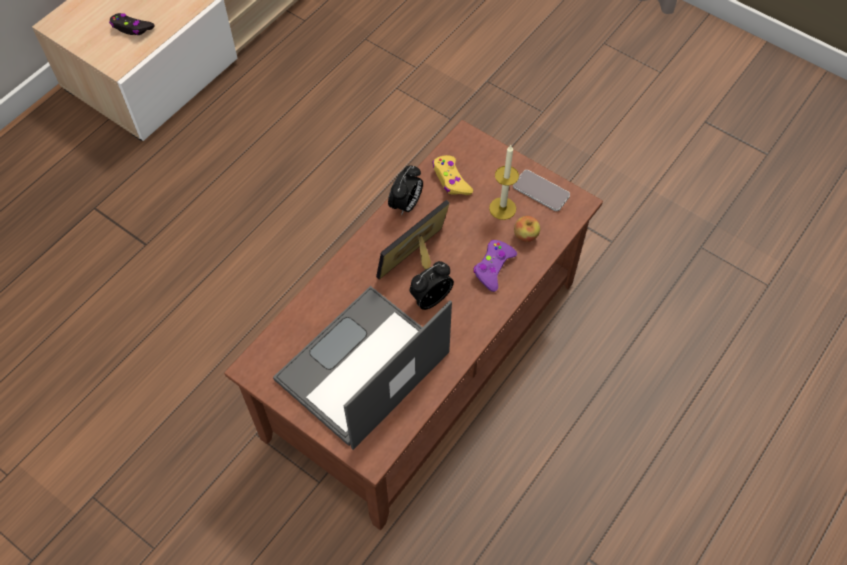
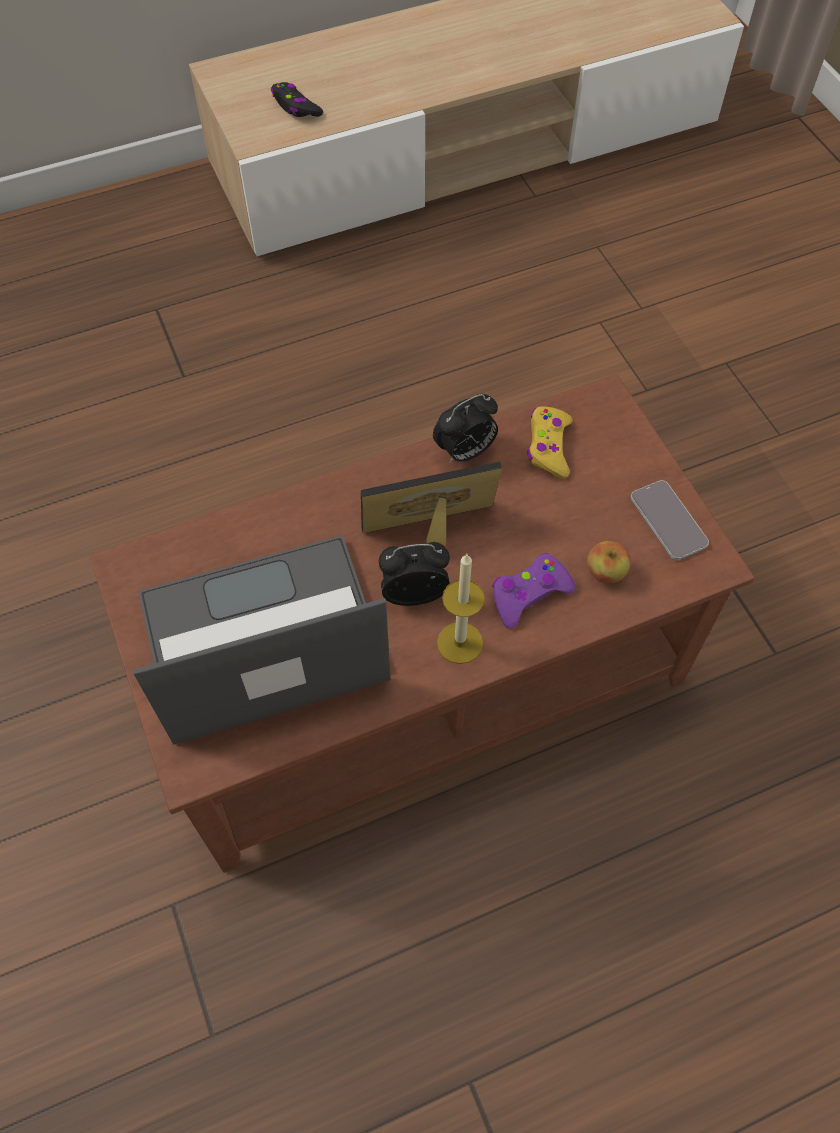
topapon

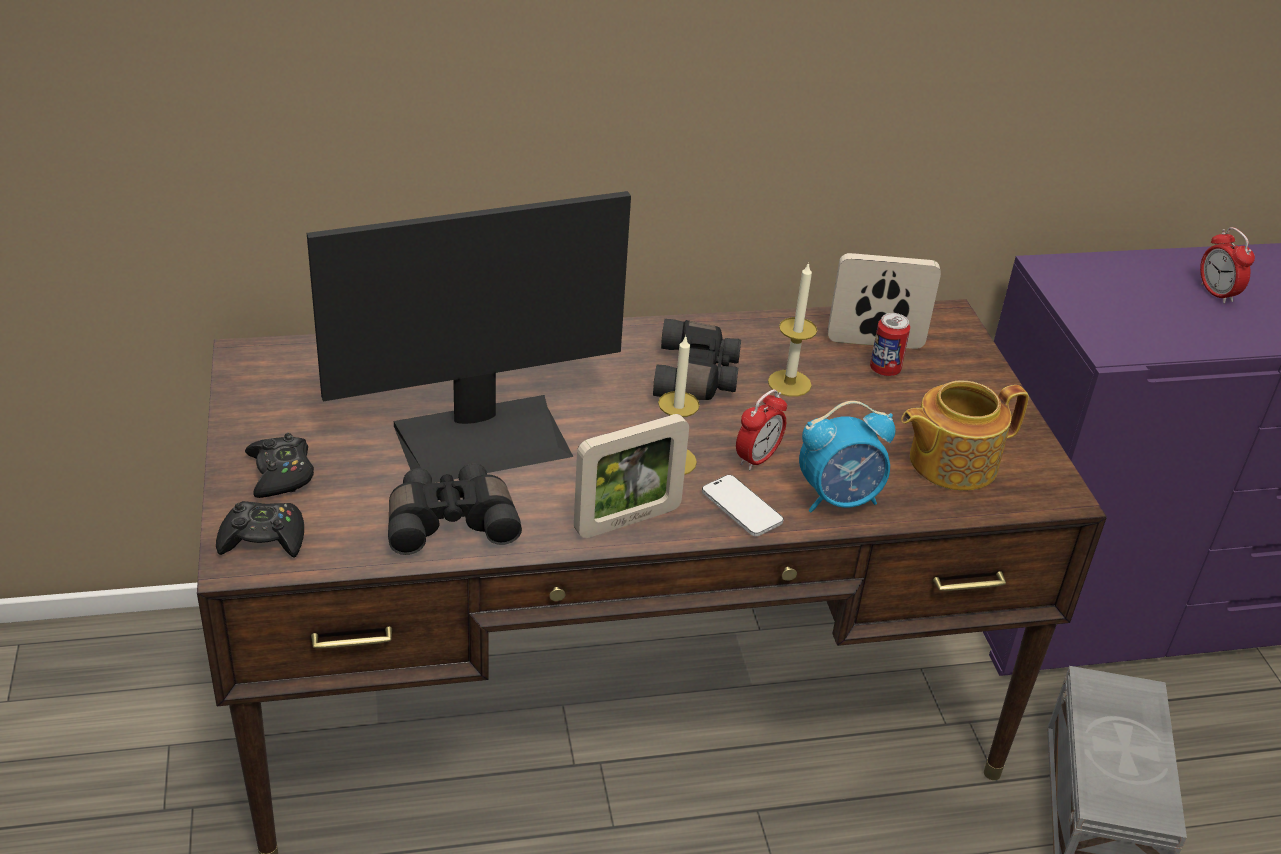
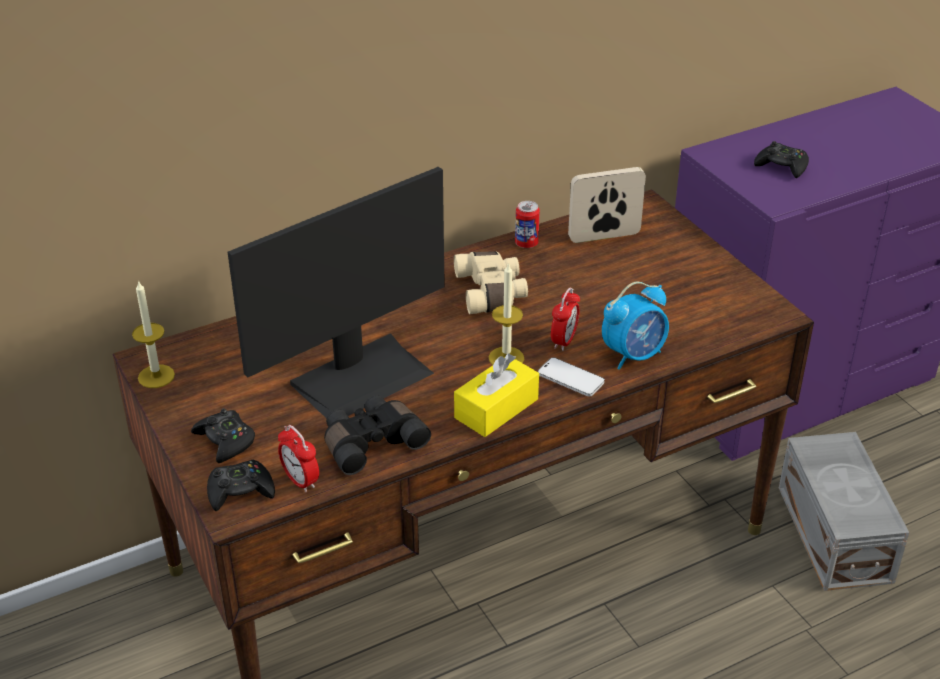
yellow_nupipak
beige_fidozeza
topapon (no. 1 from left)
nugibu
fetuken
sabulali (no. 1 from left)
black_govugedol (no. 3 from left)

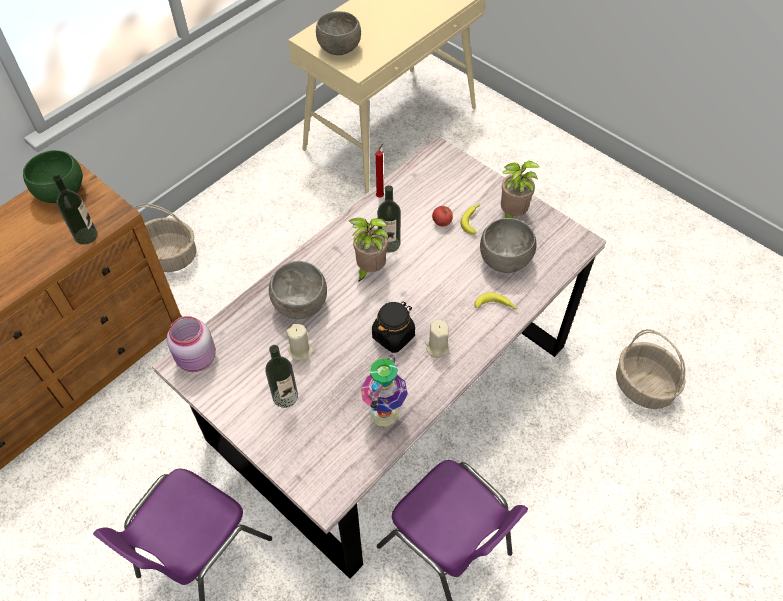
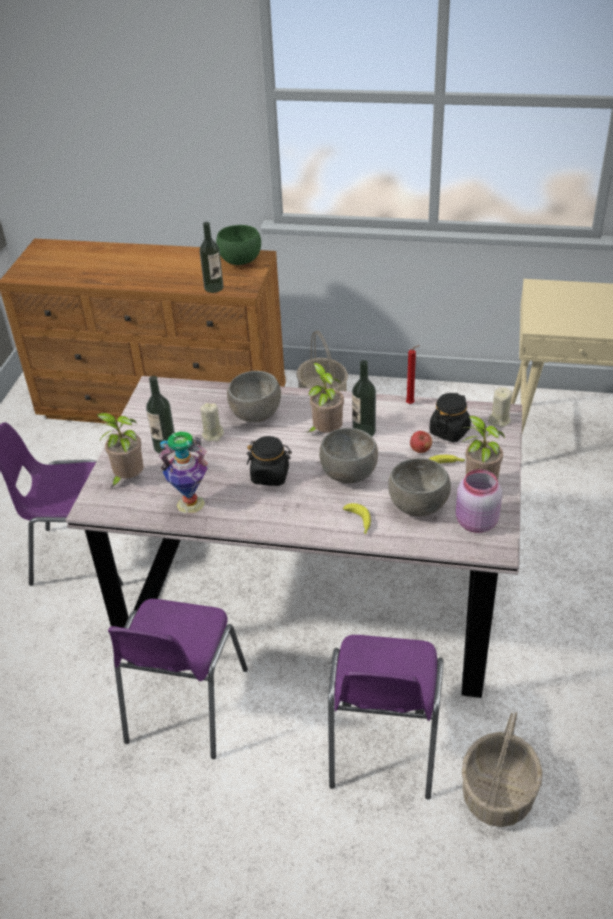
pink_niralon
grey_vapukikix (no. 2 from left)
beige_topapon (no. 2 from left)
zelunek (no. 1 from left)
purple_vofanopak (no. 3 from left)
black_niralon (no. 2 from left)

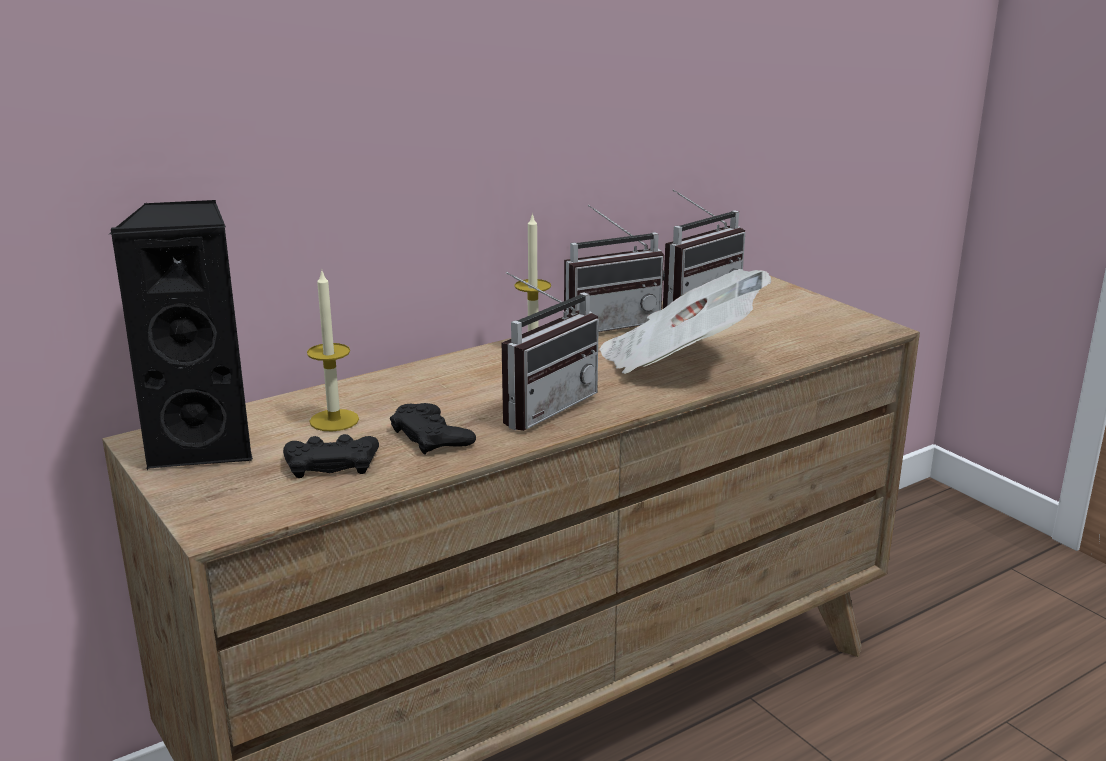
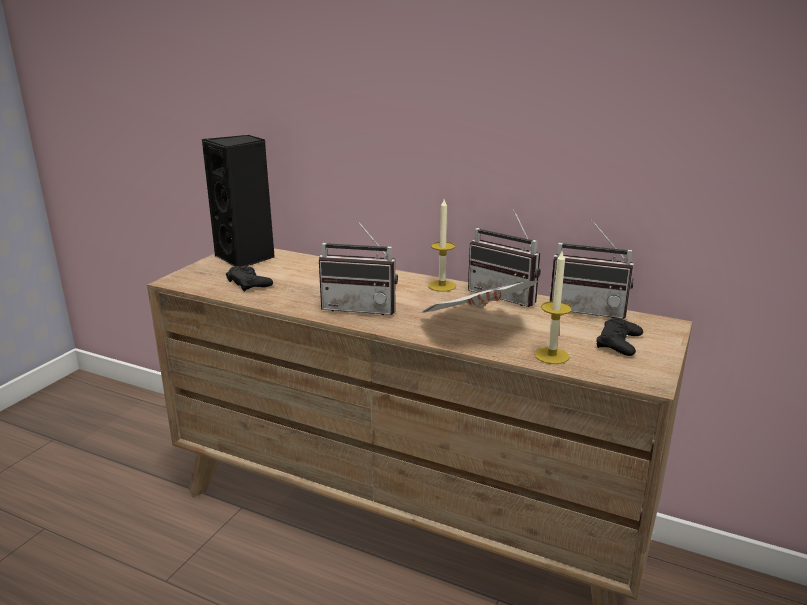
topapon (no. 2 from left)
black_govugedol (no. 2 from left)

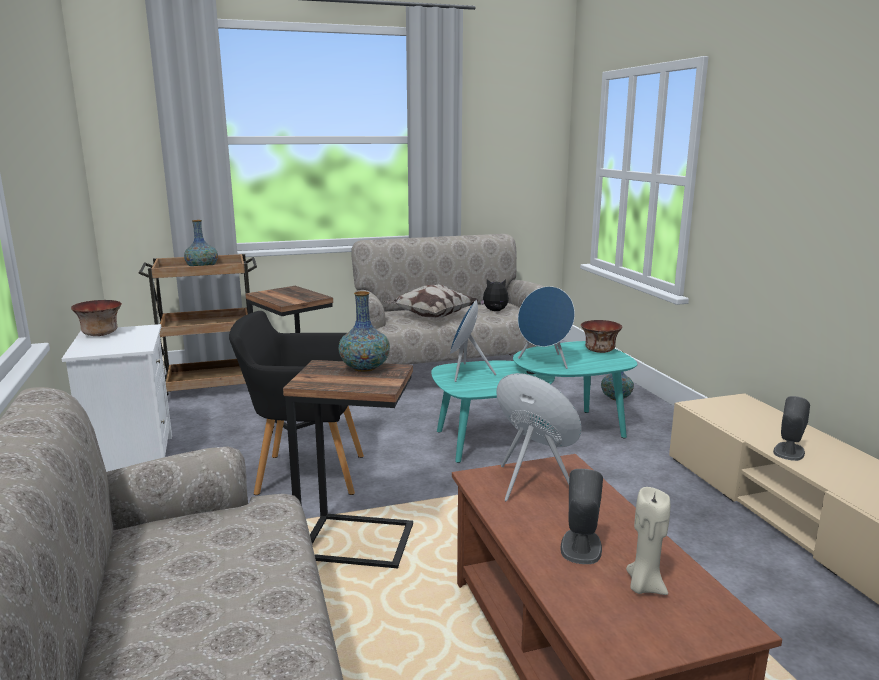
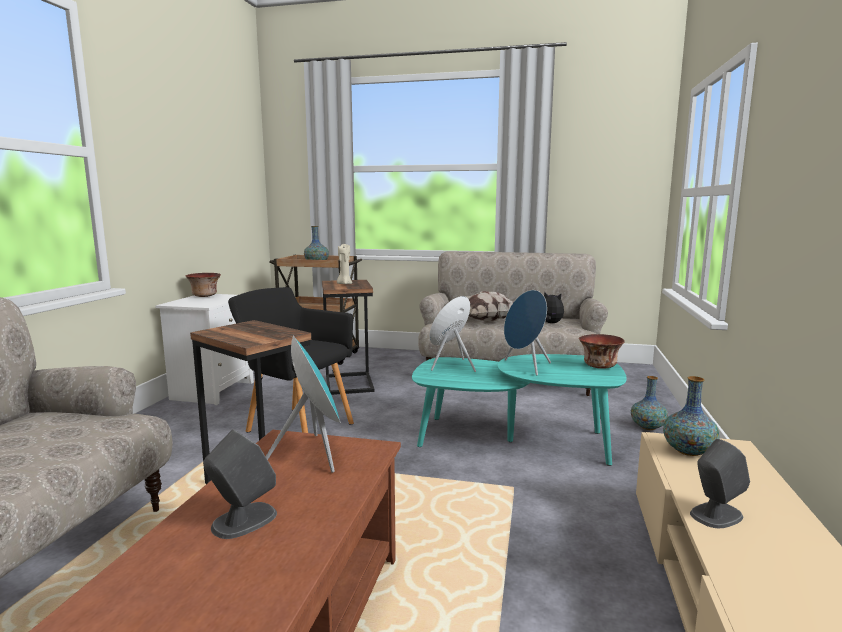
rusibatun (no. 3 from left)
beige_topapon

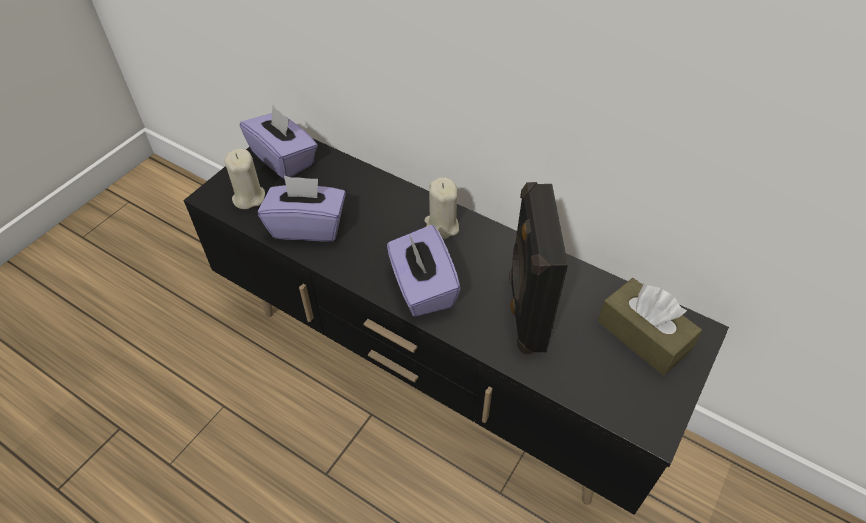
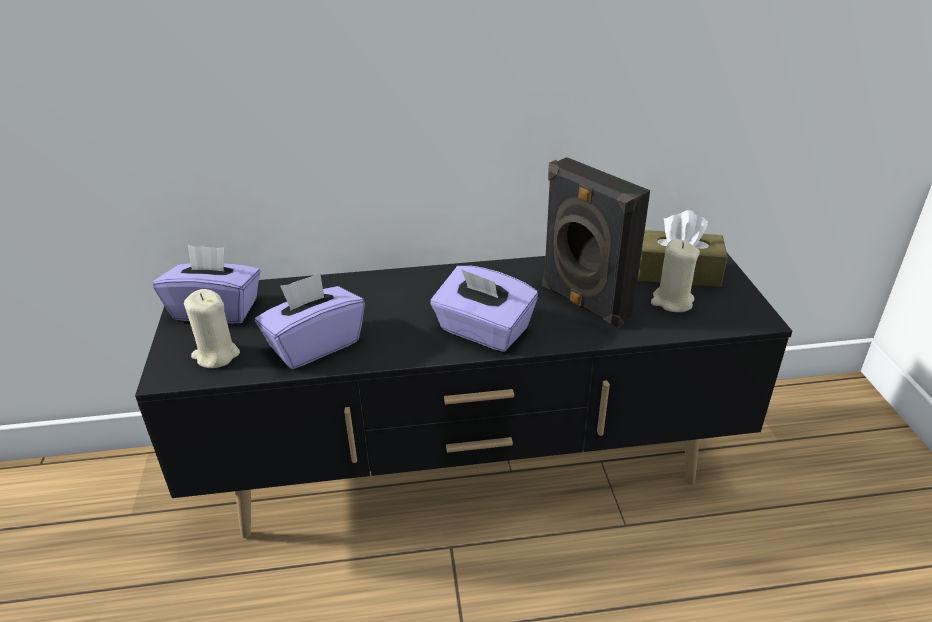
beige_topapon (no. 2 from left)

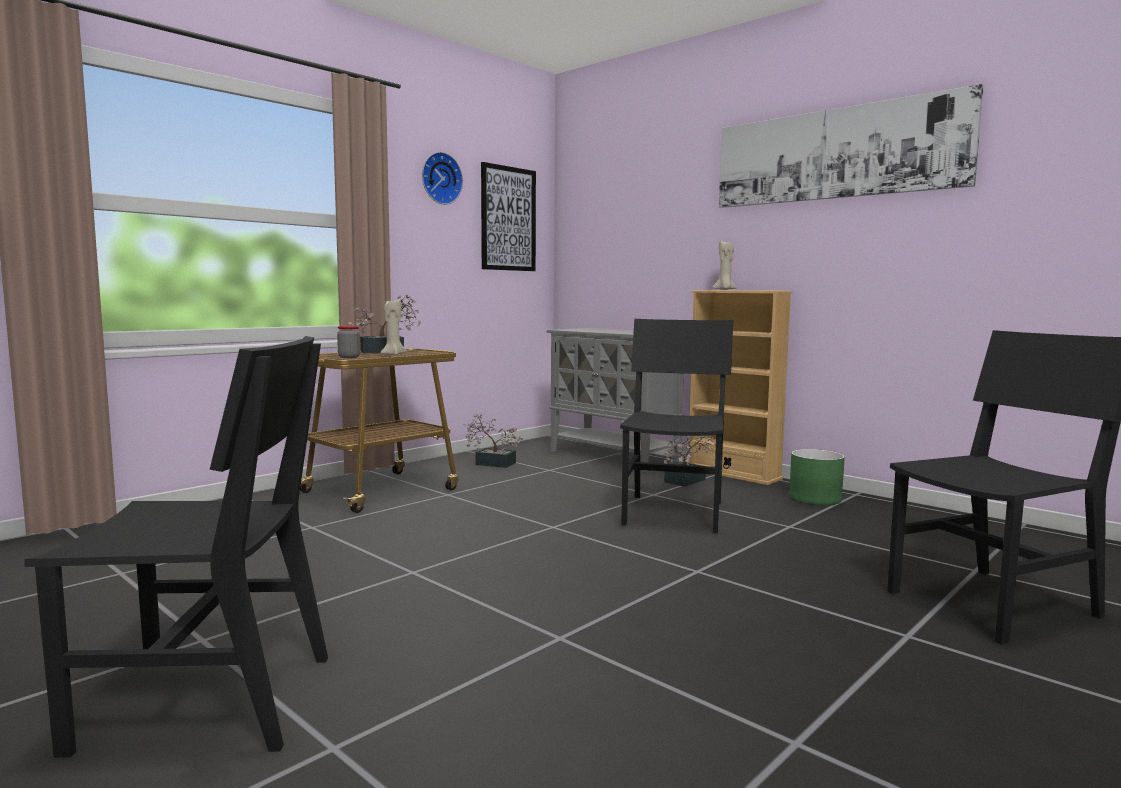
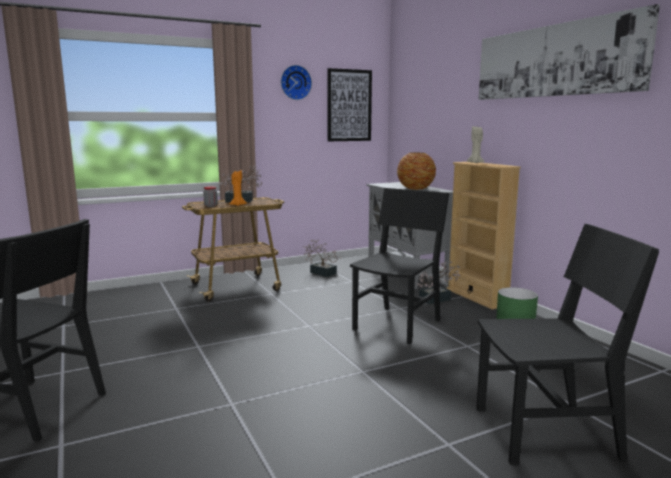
orange_topapon
rusibatun

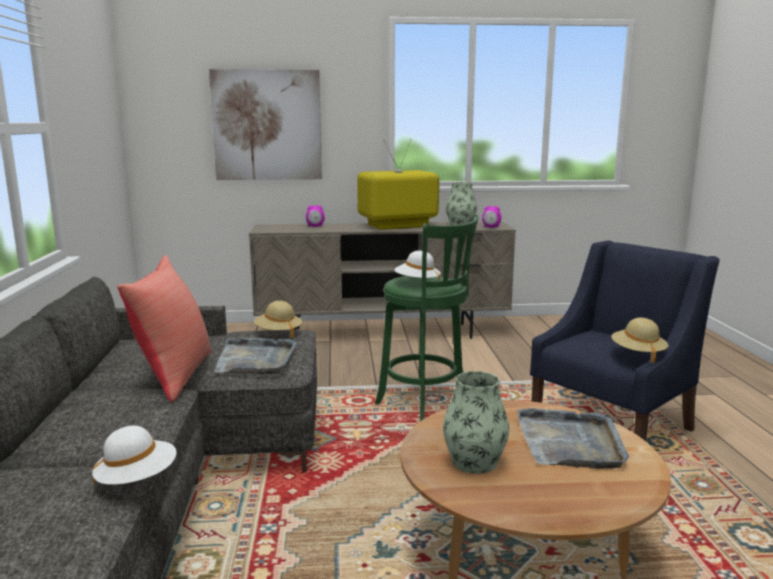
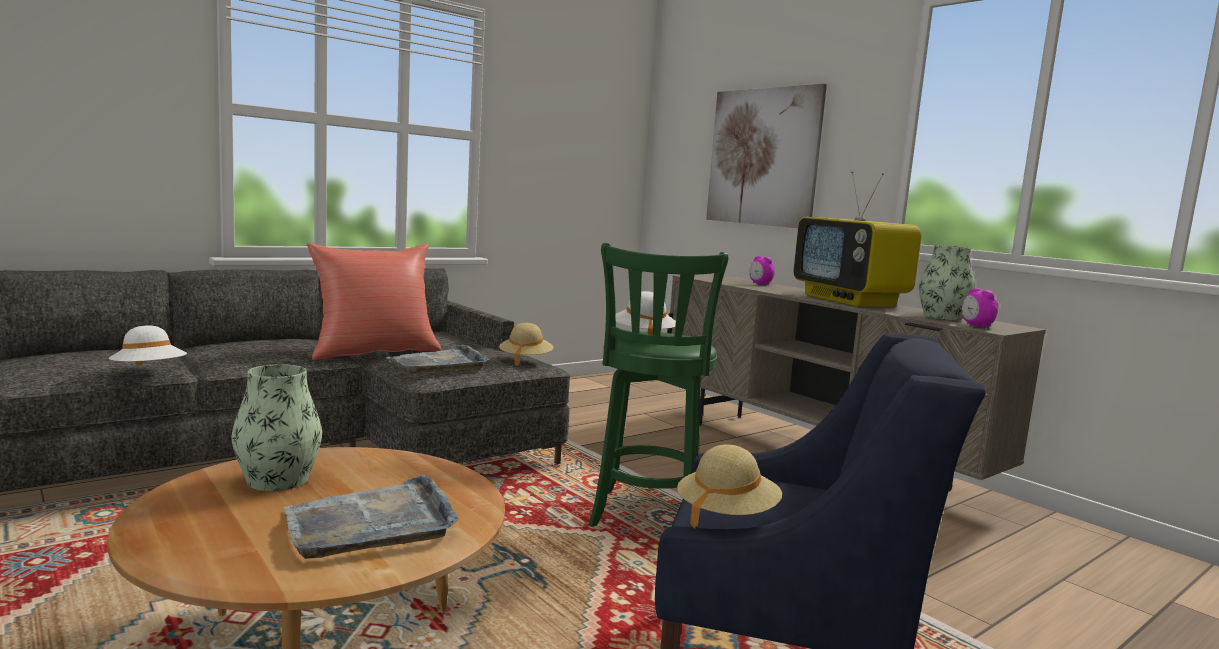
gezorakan

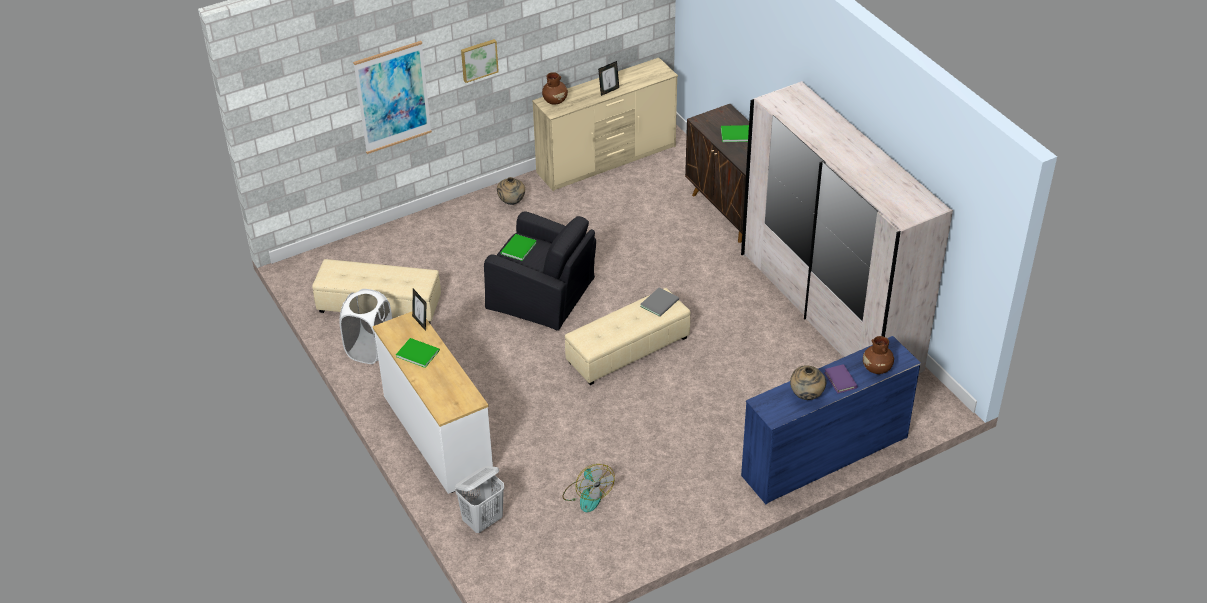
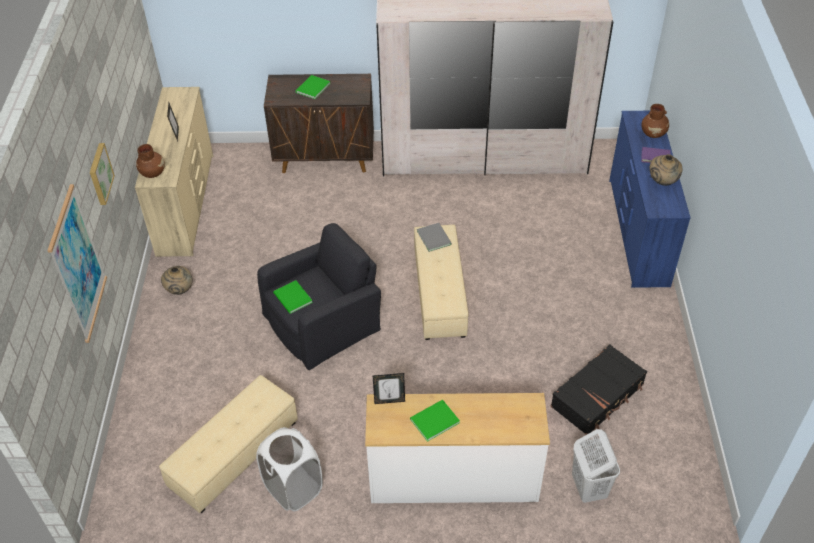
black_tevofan

